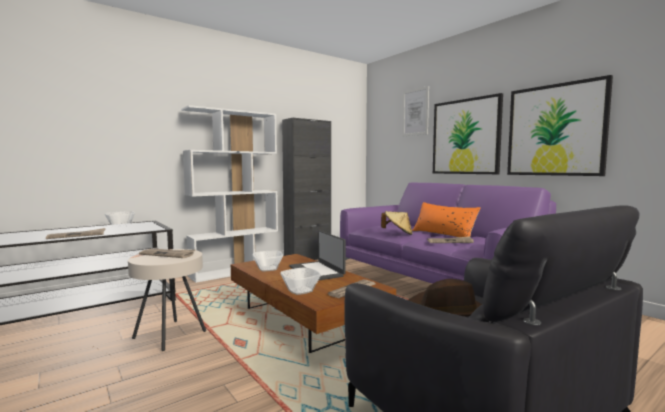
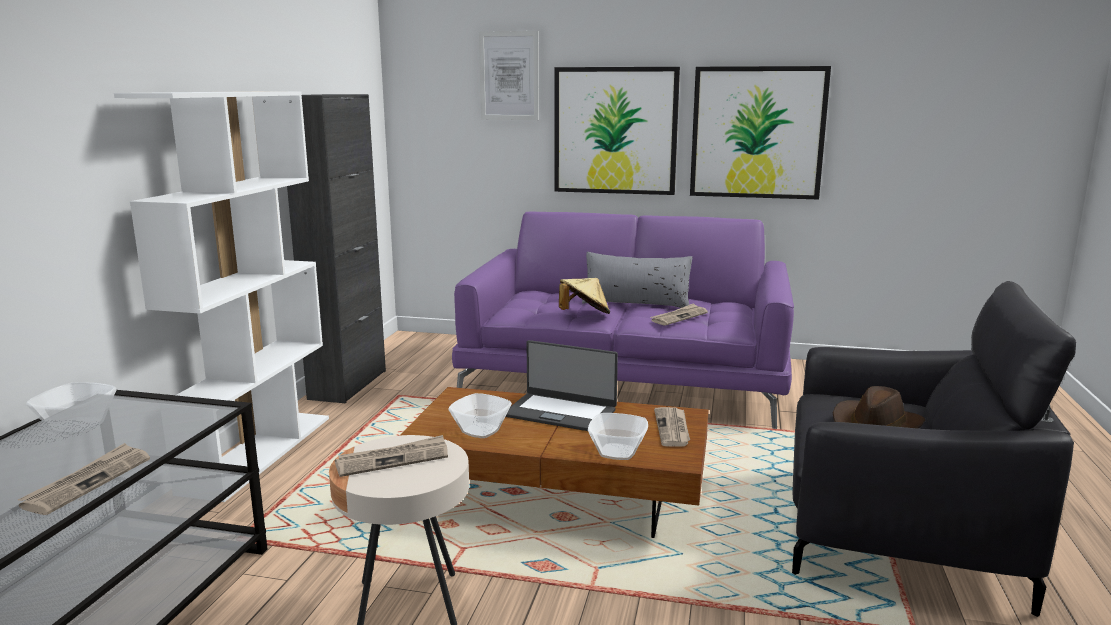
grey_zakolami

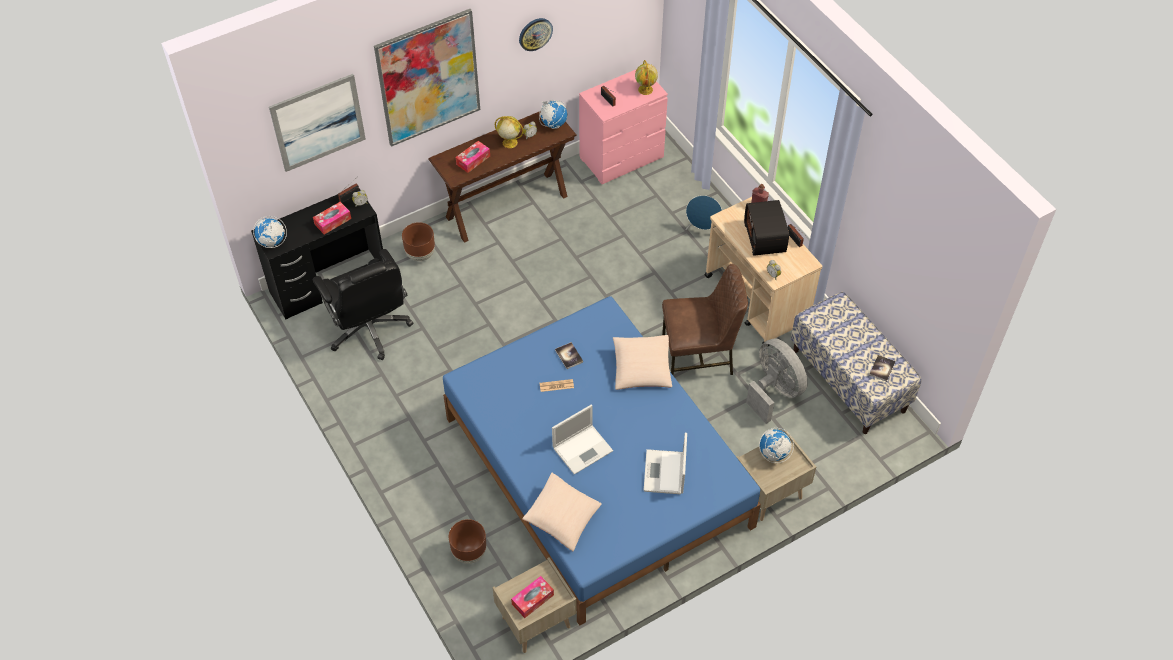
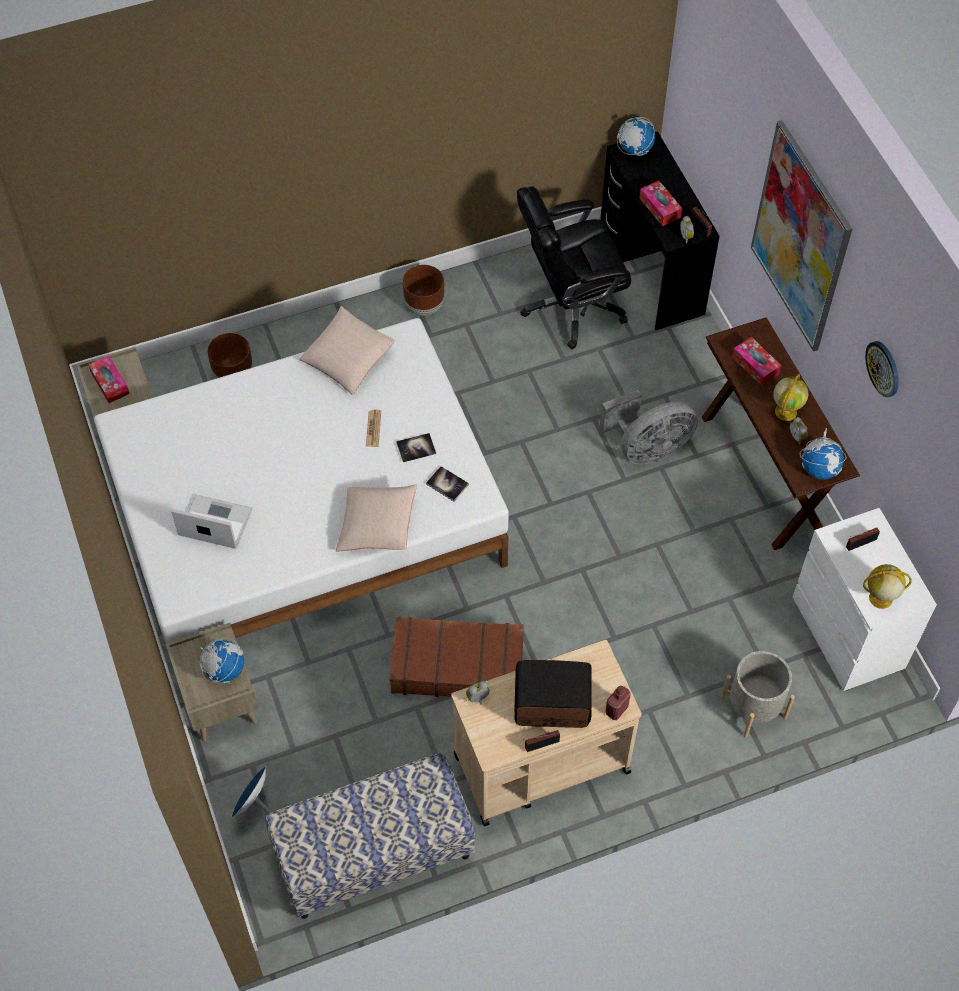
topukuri (no. 1 from left in the first image)
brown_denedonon (no. 2 from left)
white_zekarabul
beige_zakolami (no. 1 from left)
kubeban (no. 1 from left in the first image)
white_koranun
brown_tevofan
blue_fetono
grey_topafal
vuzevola (no. 2 from left)
grey_denedonon

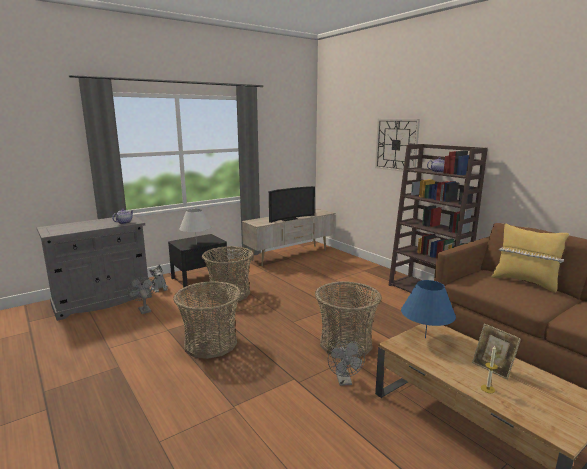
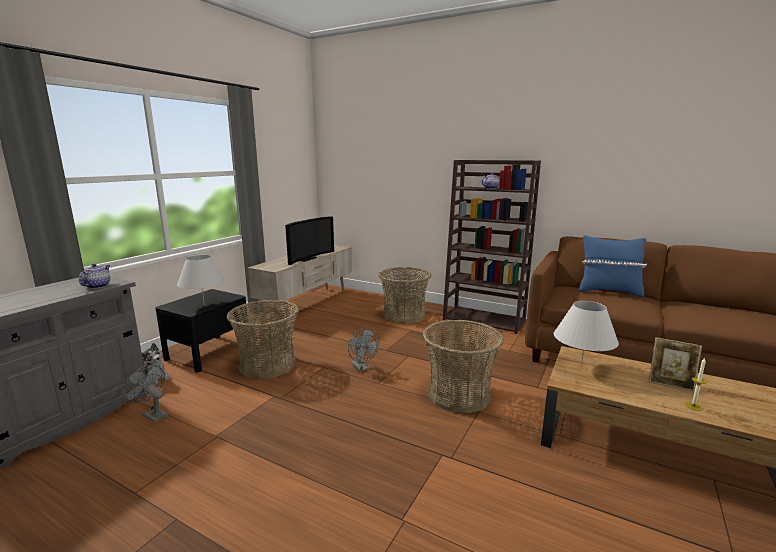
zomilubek (no. 2 from left)
grey_topafal (no. 2 from left)
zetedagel
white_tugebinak (no. 2 from left)
blue_zakolami

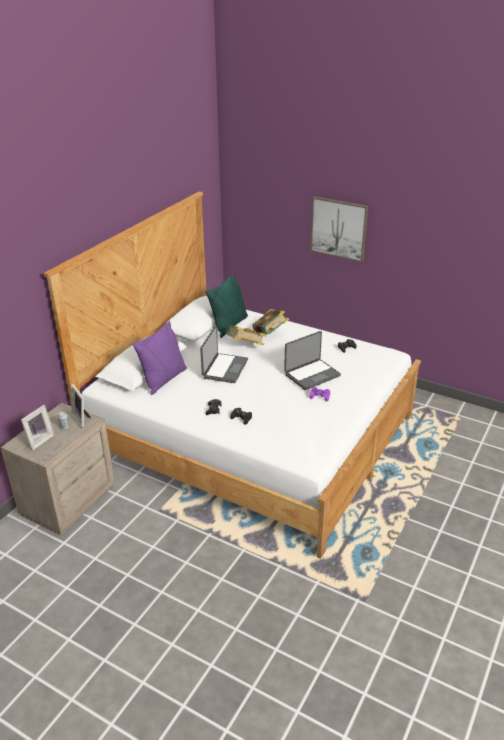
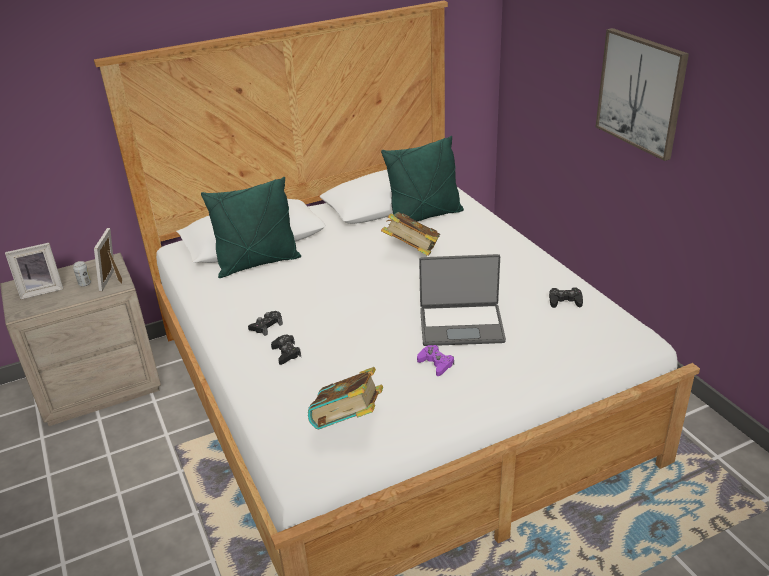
green_zakolami (no. 1 from left)
kubeban (no. 1 from left in the first image)
vuzevola (no. 1 from left)

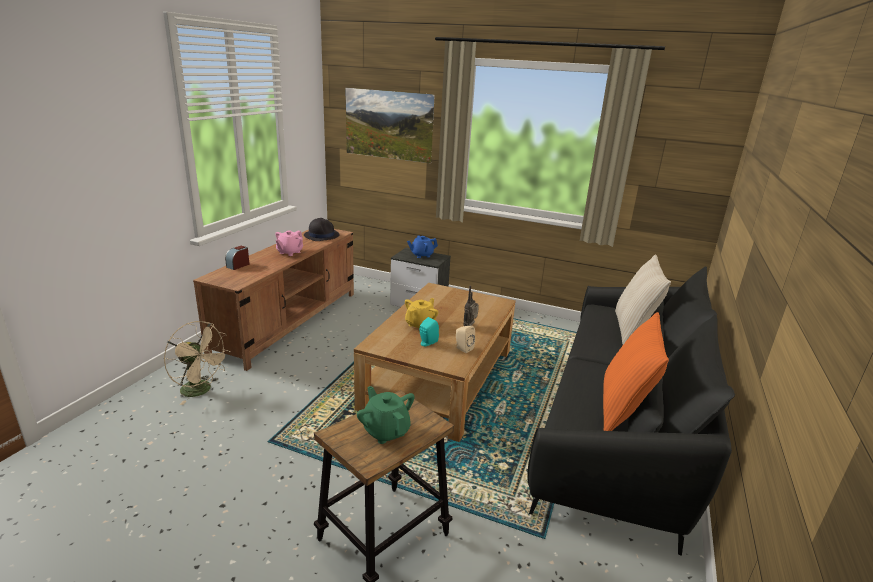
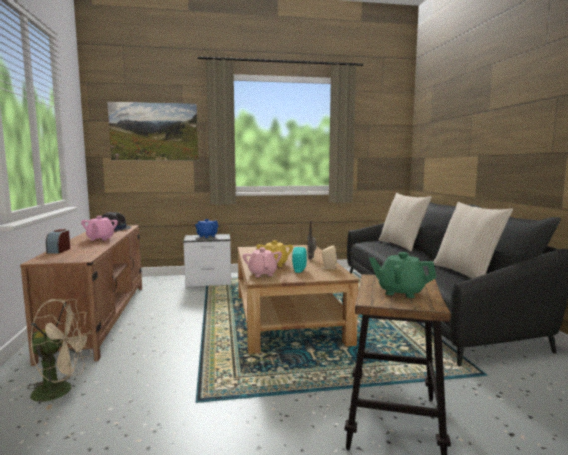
beige_zakolami (no. 2 from left)
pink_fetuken (no. 2 from left)

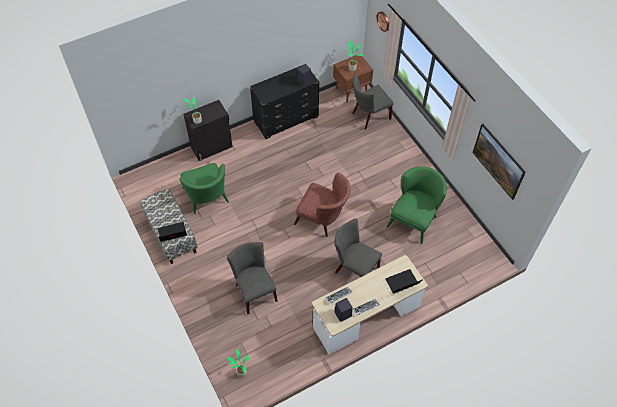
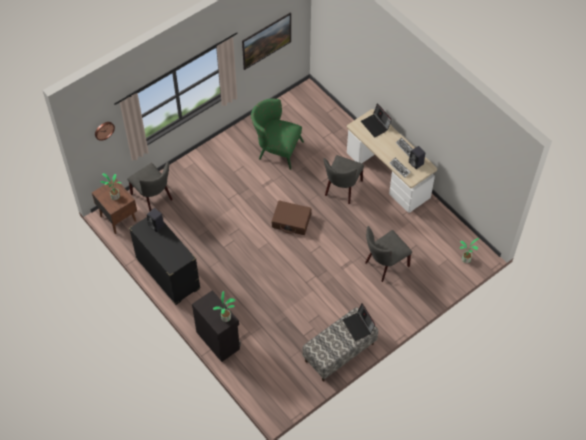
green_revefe (no. 1 from left in the first image)
brown_tevofan

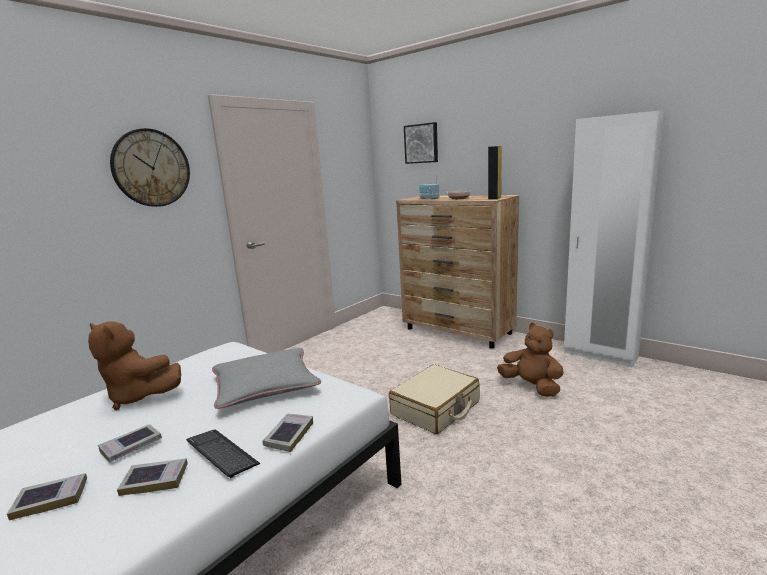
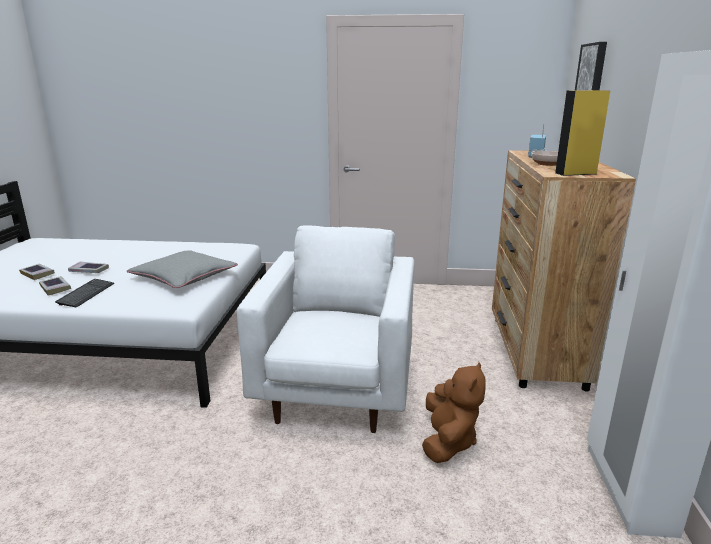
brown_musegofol (no. 1 from left in the first image)
zetedagel
vuzevola (no. 4 from left in the first image)
white_revefe

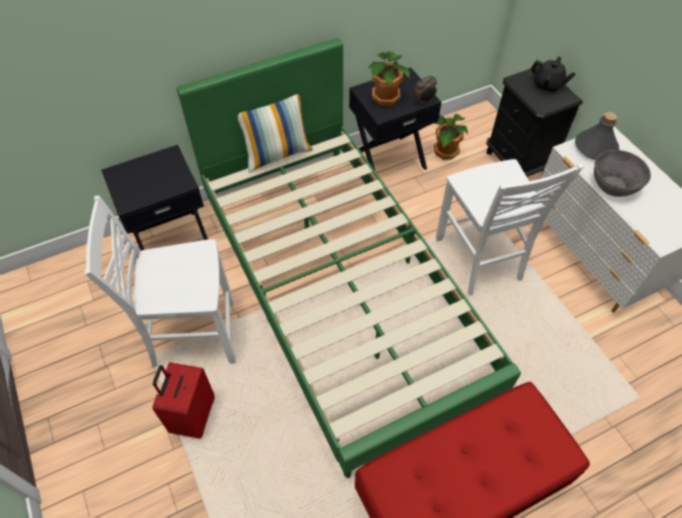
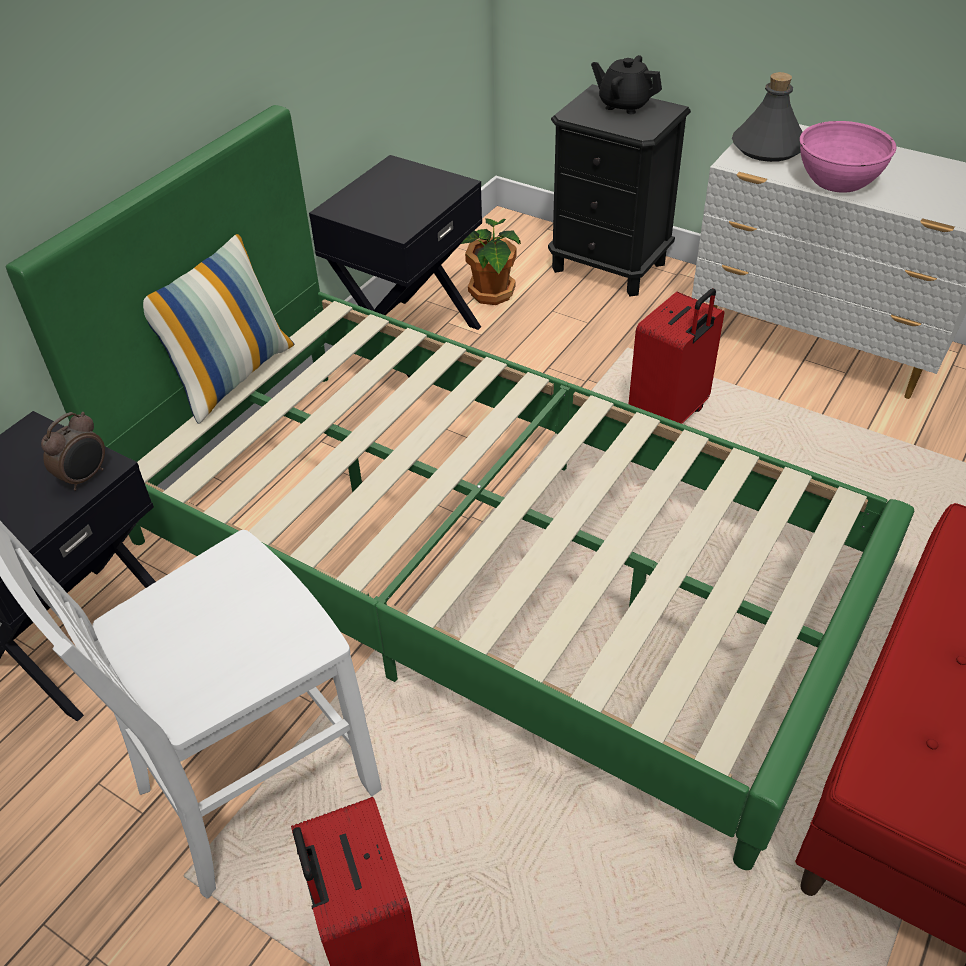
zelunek (no. 1 from left in the first image)
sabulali
red_tevofan (no. 2 from left)
black_fetuken
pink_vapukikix

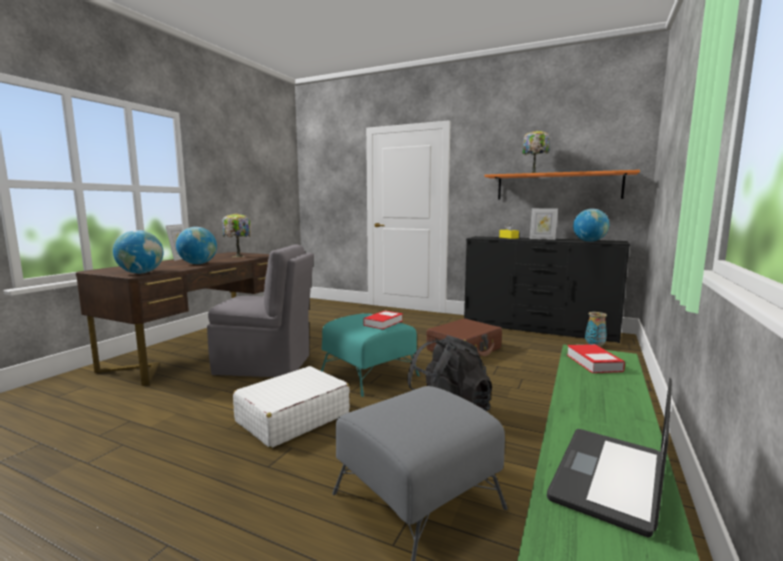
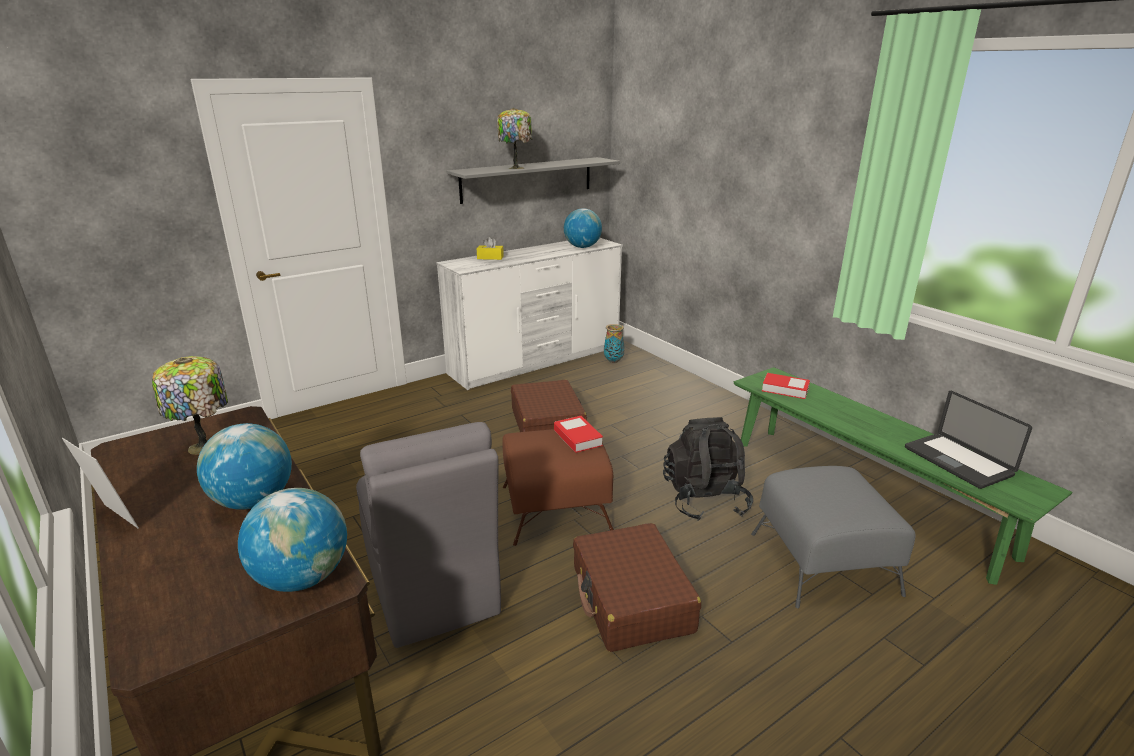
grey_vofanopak
brown_tevofan (no. 2 from left)
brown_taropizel
white_koranun
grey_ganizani
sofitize (no. 2 from left in the first image)

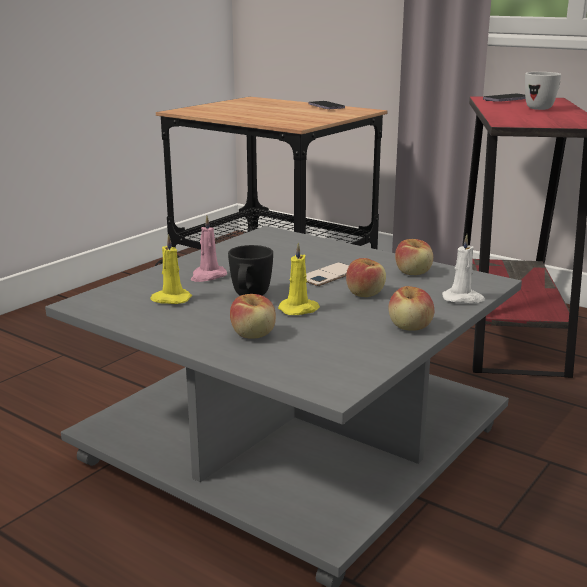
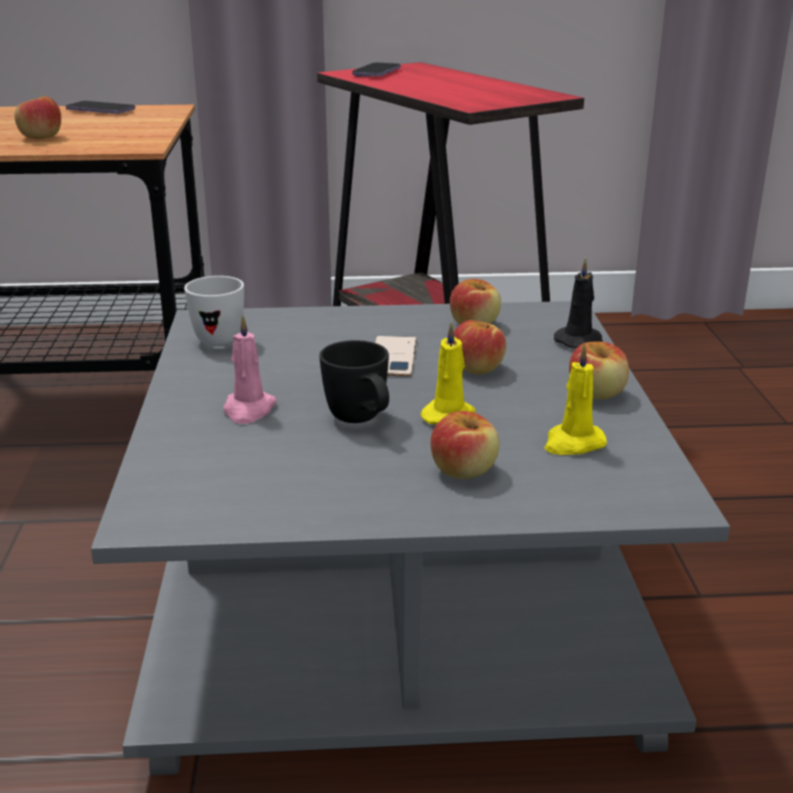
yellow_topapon (no. 2 from left)
black_topapon
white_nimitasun
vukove (no. 1 from left)

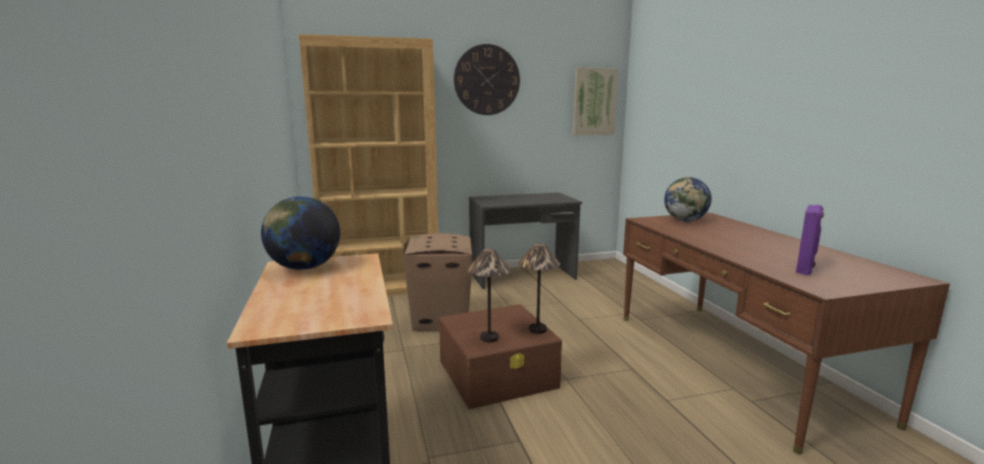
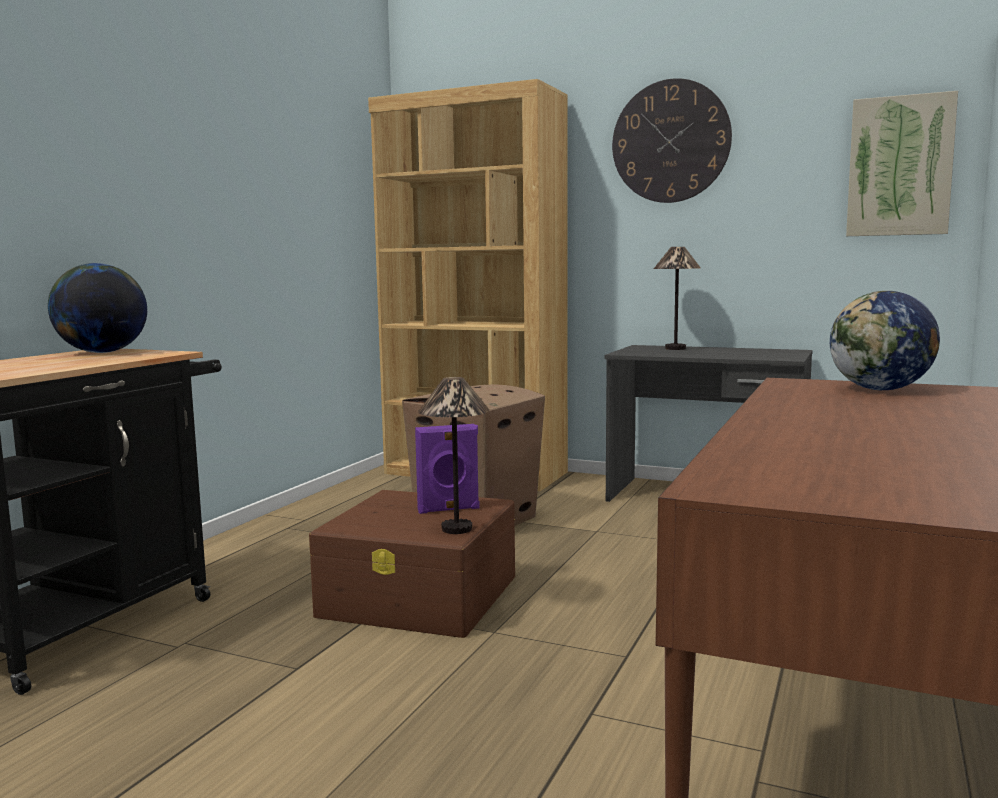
tugebinak (no. 2 from left)
purple_fetono

